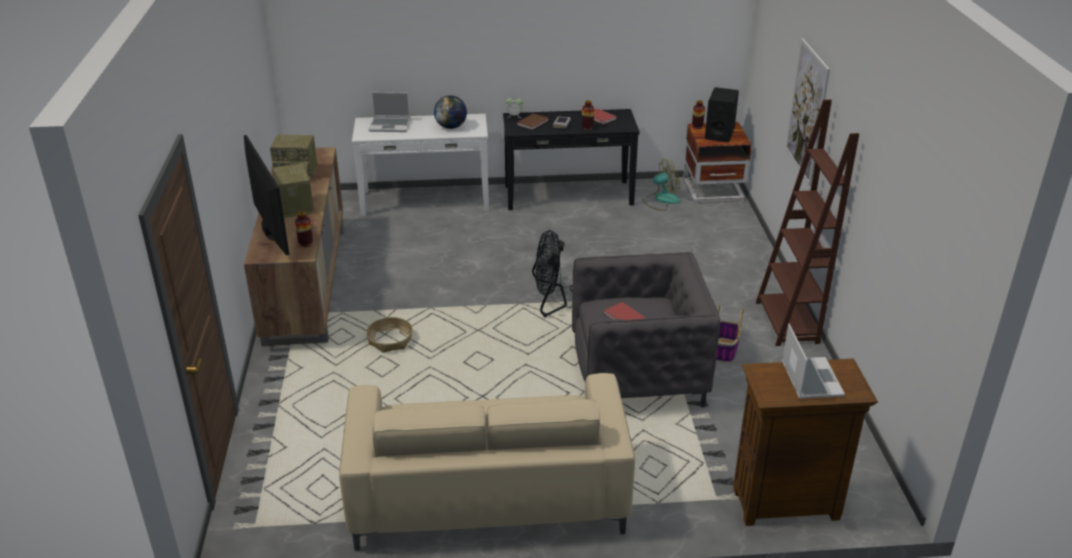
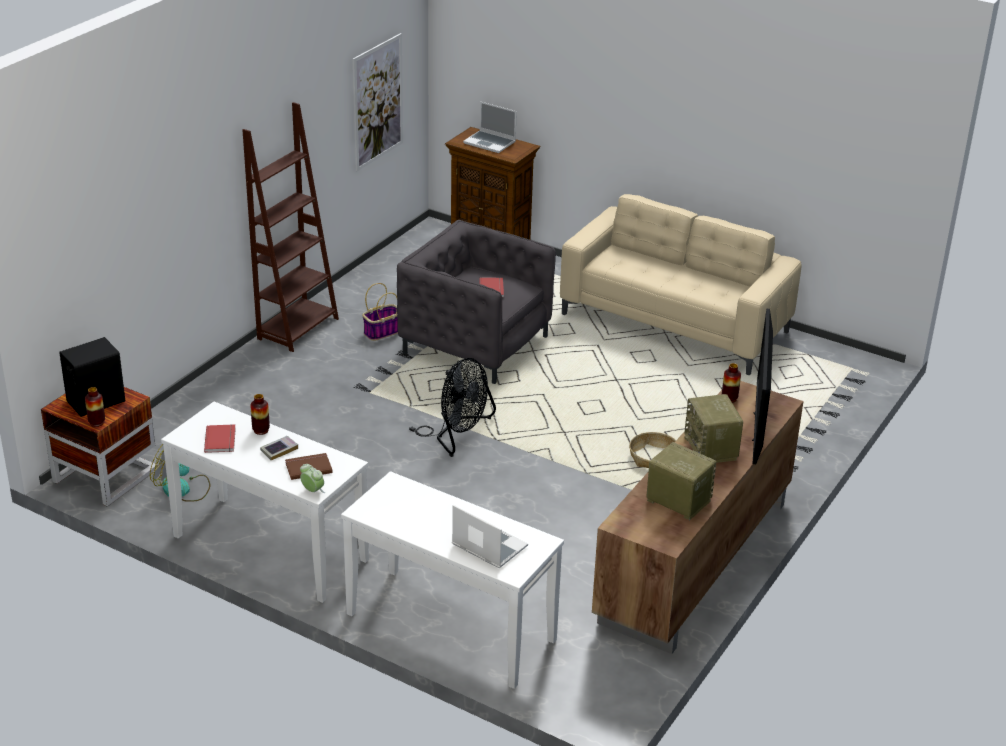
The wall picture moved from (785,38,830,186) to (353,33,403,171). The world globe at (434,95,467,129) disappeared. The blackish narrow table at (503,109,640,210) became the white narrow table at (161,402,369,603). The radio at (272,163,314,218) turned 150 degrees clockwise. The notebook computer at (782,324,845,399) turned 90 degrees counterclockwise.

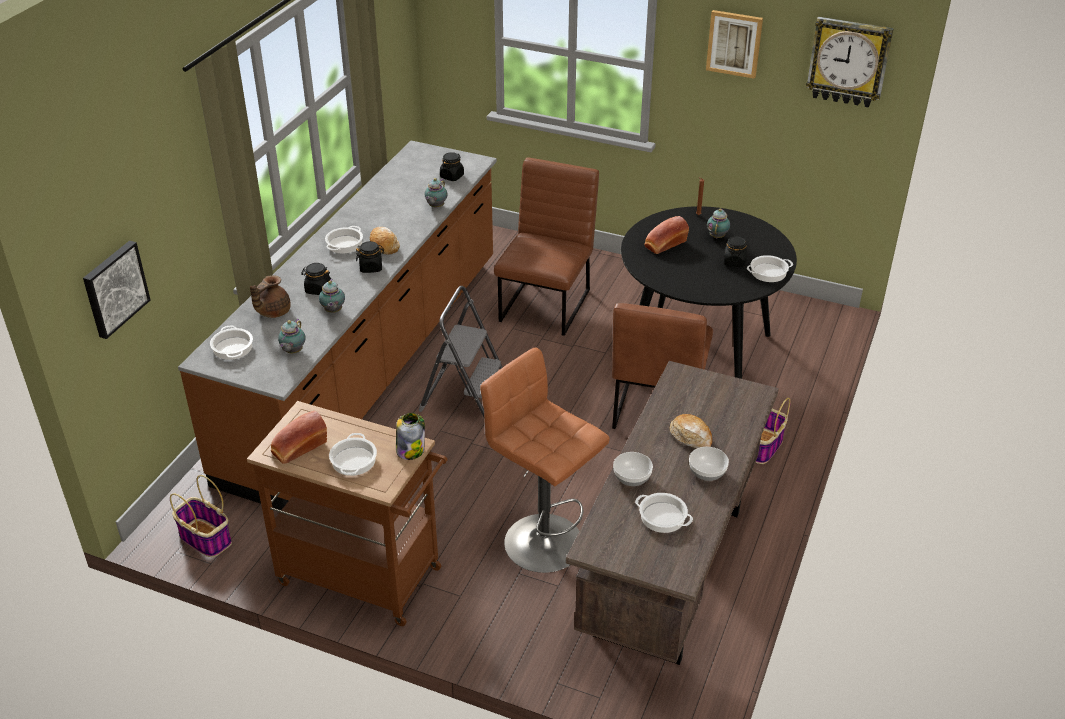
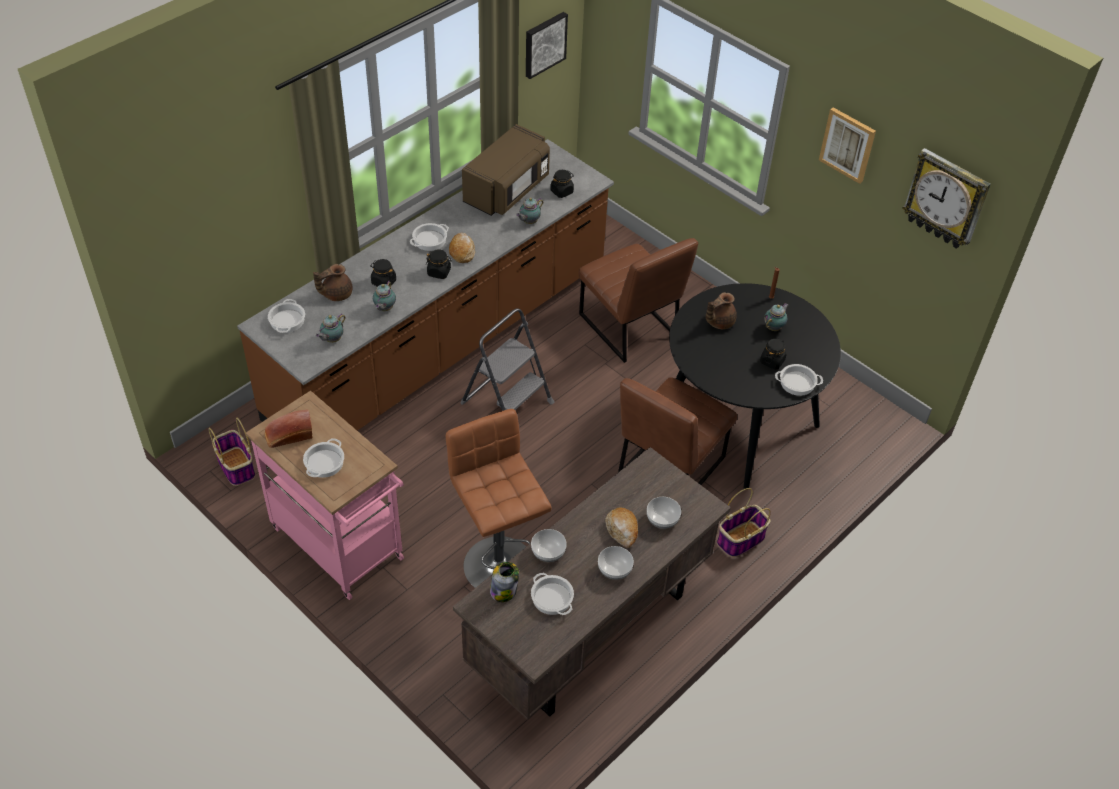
The brownish chair at (494,158,599,336) turned 105 degrees clockwise. The baked bread at (644,216,689,254) was replaced by the brownish teapot at (706,292,737,329). The wall picture moved from (83,241,150,339) to (526,12,568,79). The brownish wheeled cart at (247,401,447,626) became the pink-coloured wheeled cart at (246,391,404,600). The preserve jar moved from (396,413,425,460) to (490,562,519,602). The brownish microwave oven at (462,124,550,216) appeared. The bowl at (647,497,681,529) appeared.

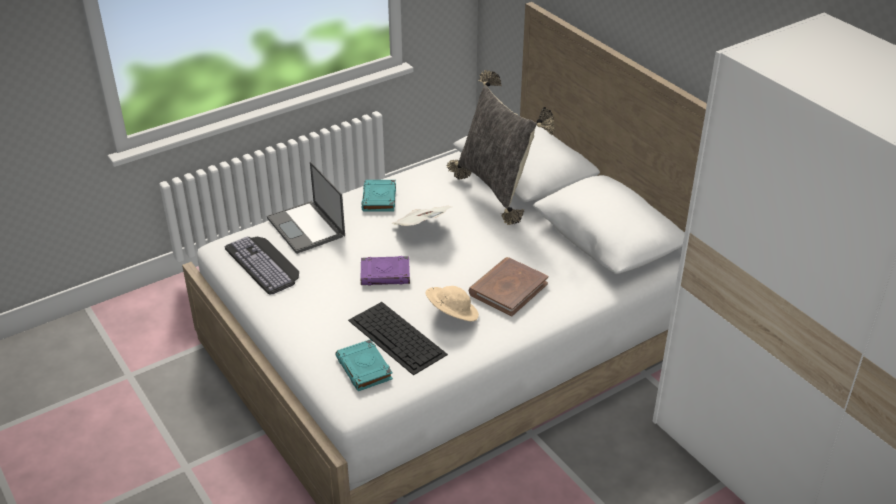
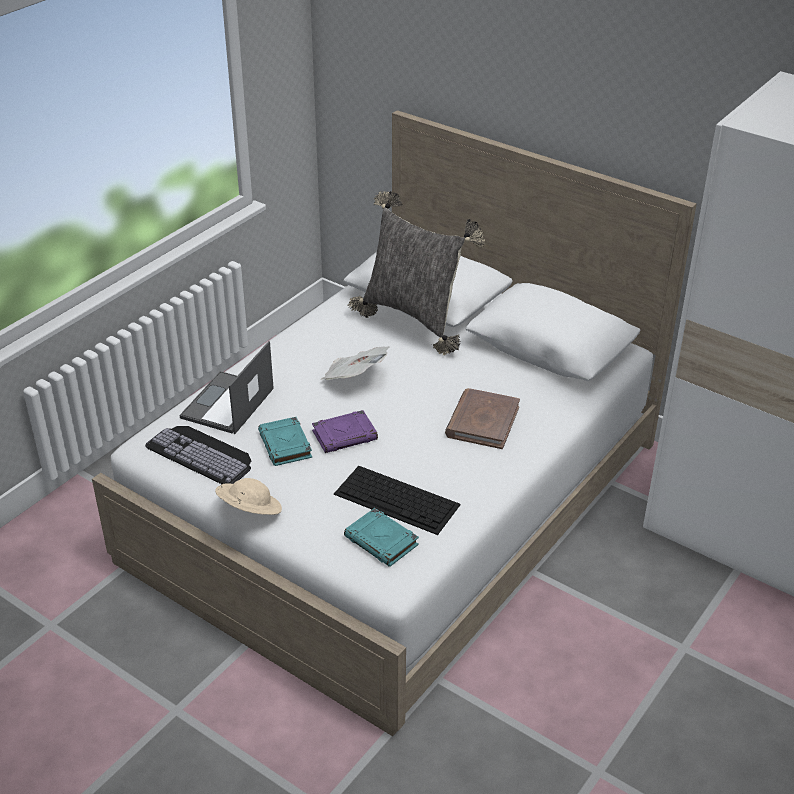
The notebook computer at (267,161,345,254) turned 75 degrees clockwise. The blue-green bound book moved from (362,180,396,211) to (258,417,312,466). The beige hat moved from (425,286,479,321) to (215,478,282,515).

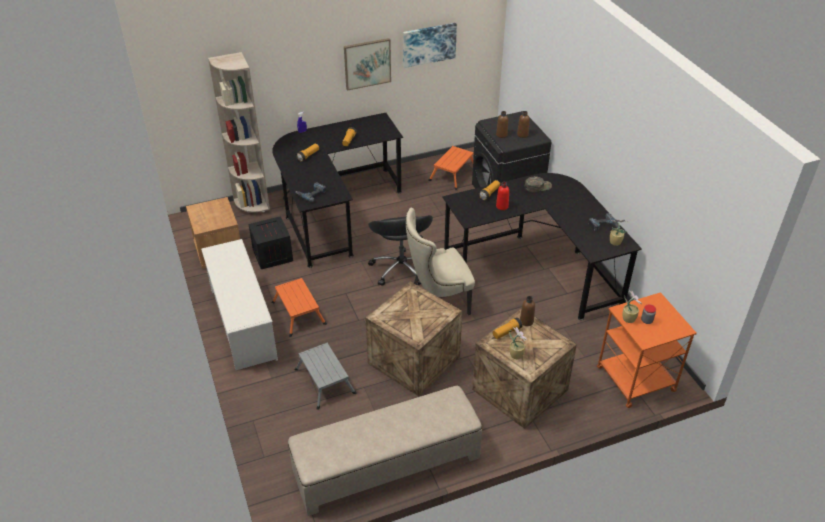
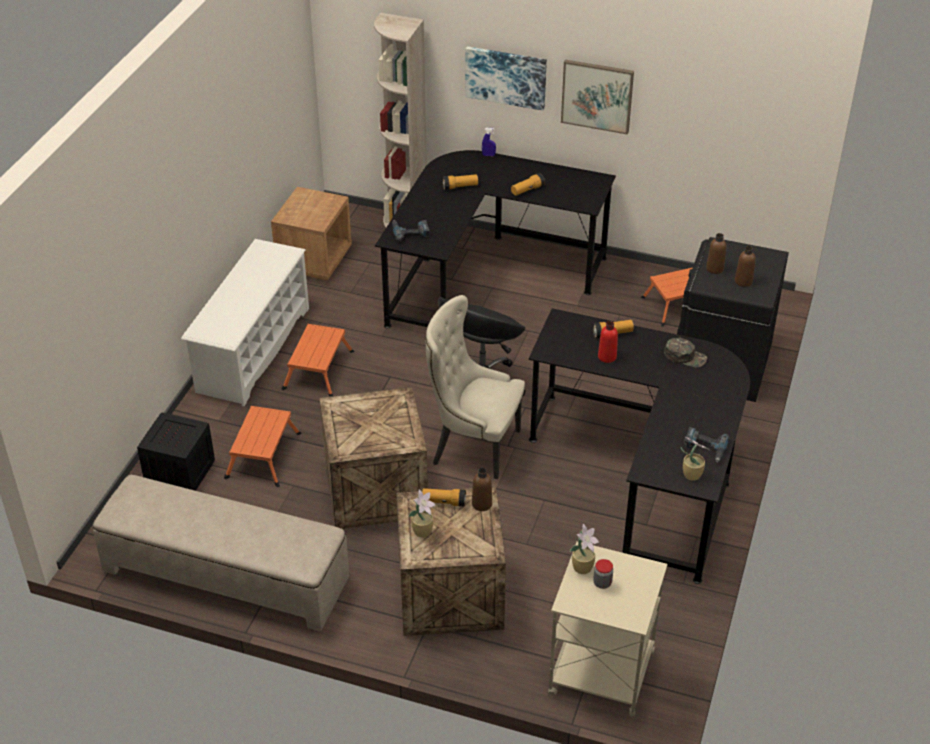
The wall picture moved from (403,23,457,68) to (465,46,547,111). The shipping crate moved from (249,216,293,269) to (137,412,215,491). The orange-coloured wheeled cart at (597,292,697,408) became the beige wheeled cart at (548,541,668,716). The greyish stepladder at (294,342,357,410) became the orange-coloured stepladder at (224,406,302,487).

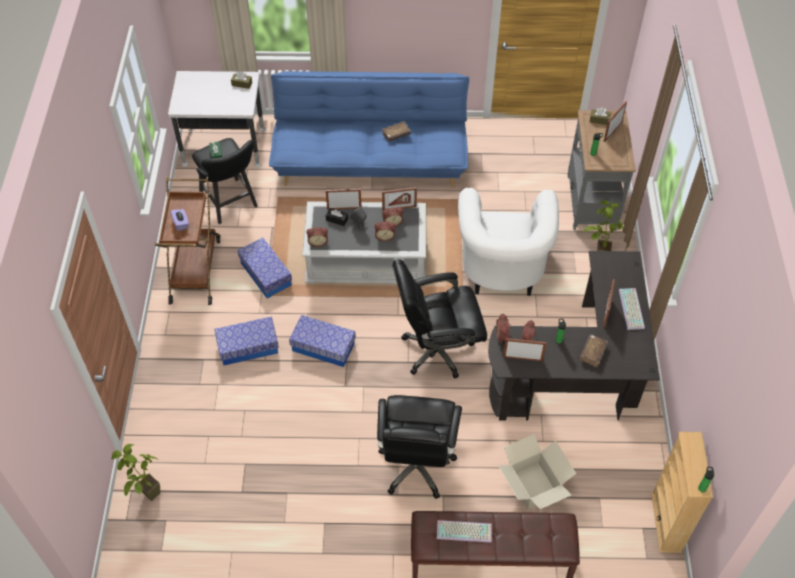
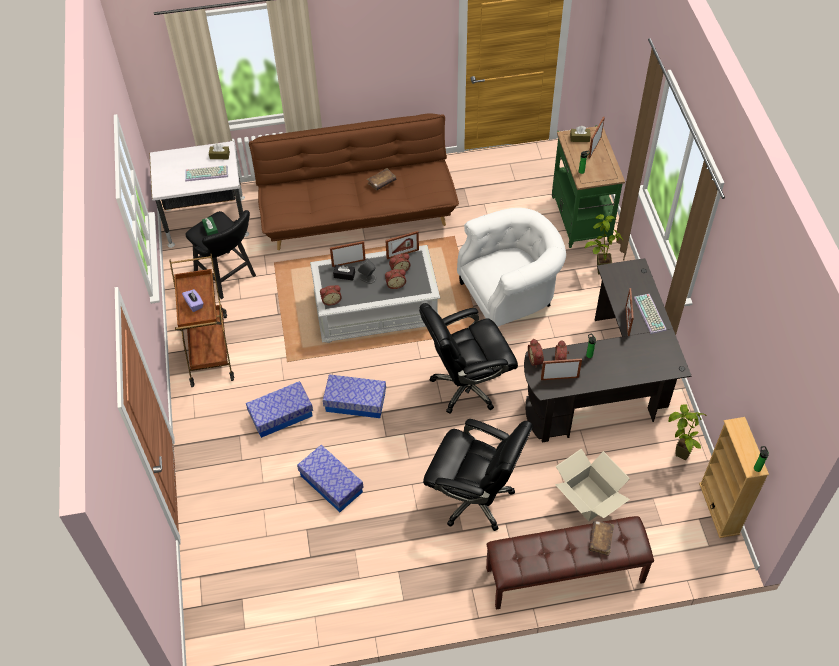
The blue-coloured settee at (269,71,469,188) became the brownish settee at (249,113,459,250). The greyish wheeled cart at (568,109,636,230) became the green-coloured wheeled cart at (552,125,625,248). The white armchair at (458,188,559,296) turned 105 degrees counterclockwise. The storage container moved from (238,238,292,299) to (297,445,364,512). The brownish bound book moved from (579,334,608,368) to (589,520,614,556). The blackish desk chair at (377,395,462,499) turned 60 degrees counterclockwise. The plant in a pot moved from (112,444,160,501) to (669,404,706,460). The computer keyboard moved from (437,520,492,543) to (185,165,228,182).

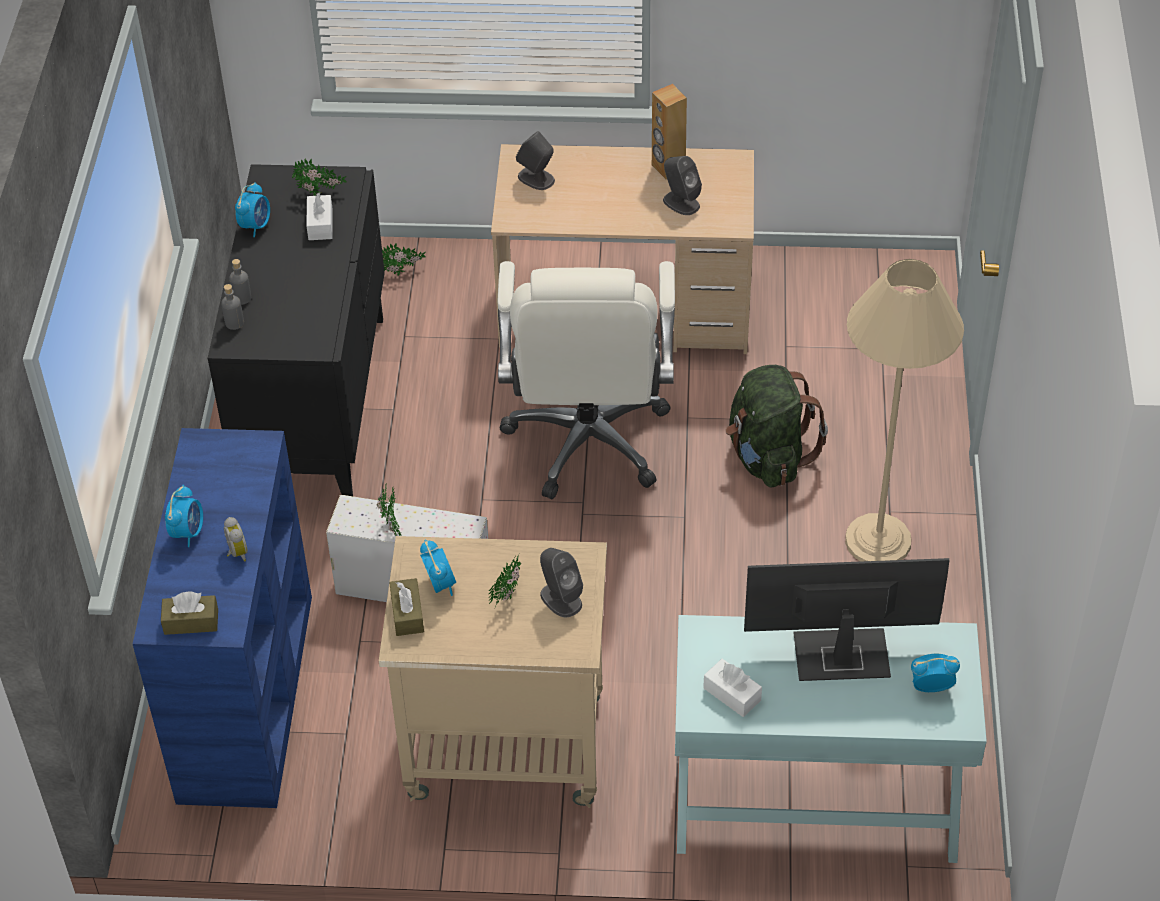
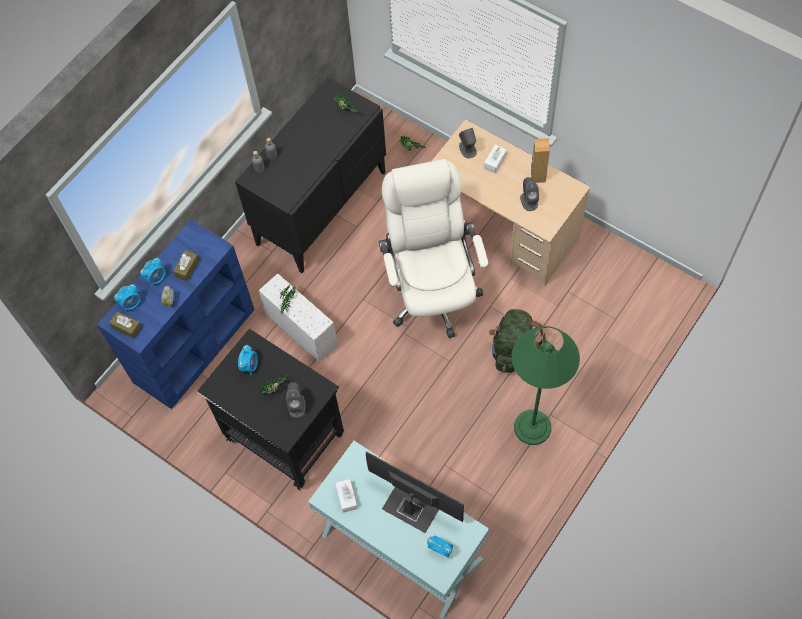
The bedside clock moved from (235,182,270,237) to (114,284,141,312). The white box of tissues moved from (306,193,333,240) to (484,145,507,173). The beige floor lamp at (845,259,964,562) became the green-coloured floor lamp at (511,326,580,445). The white desk chair at (498,261,675,499) turned 135 degrees clockwise. The beige wheeled cart at (379,536,607,808) became the blackish wheeled cart at (197,329,344,490). The brownish box of tissues moved from (389,578,424,636) to (173,250,199,281).

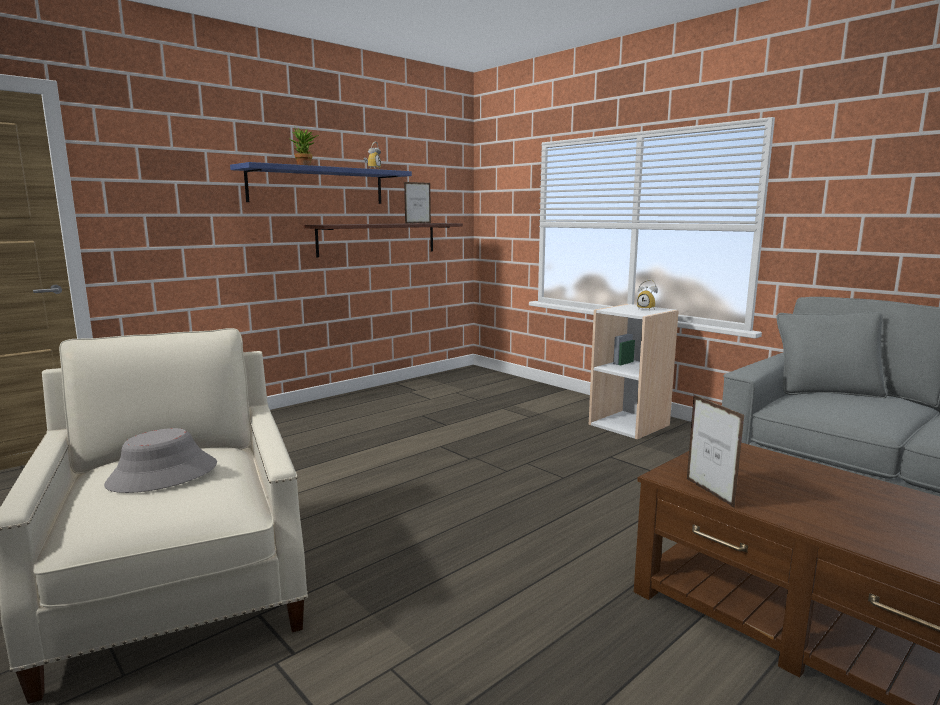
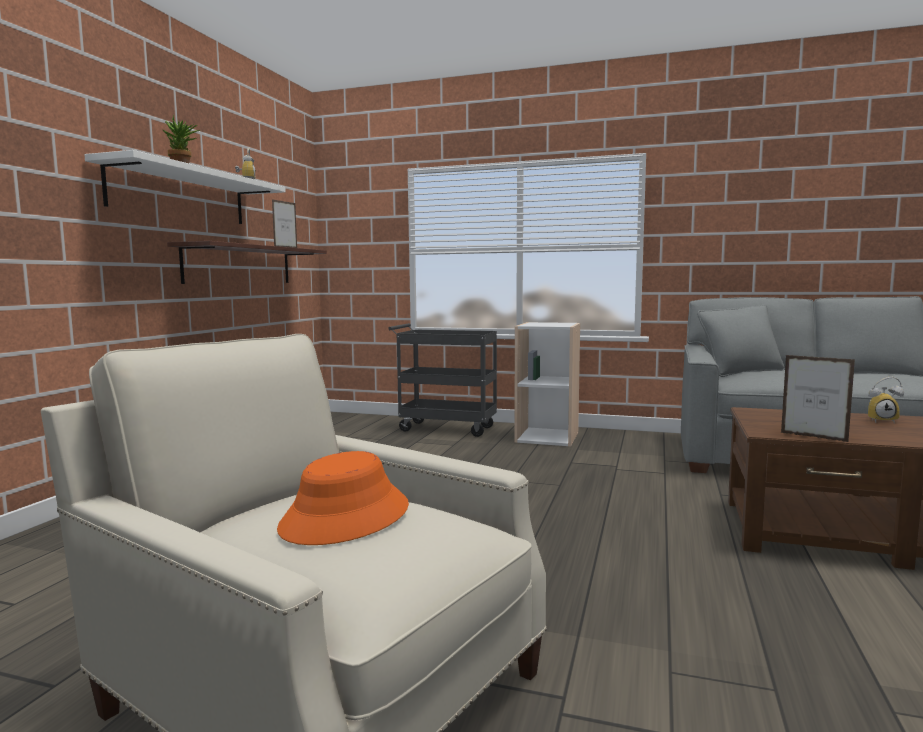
The blue-coloured shelf at (230,162,412,204) became the white shelf at (84,150,286,224). The bedside clock moved from (637,280,658,311) to (868,377,904,423). The greyish hat at (104,428,217,493) became the orange-coloured hat at (277,451,409,545). The greyish wheeled cart at (388,323,497,437) appeared.

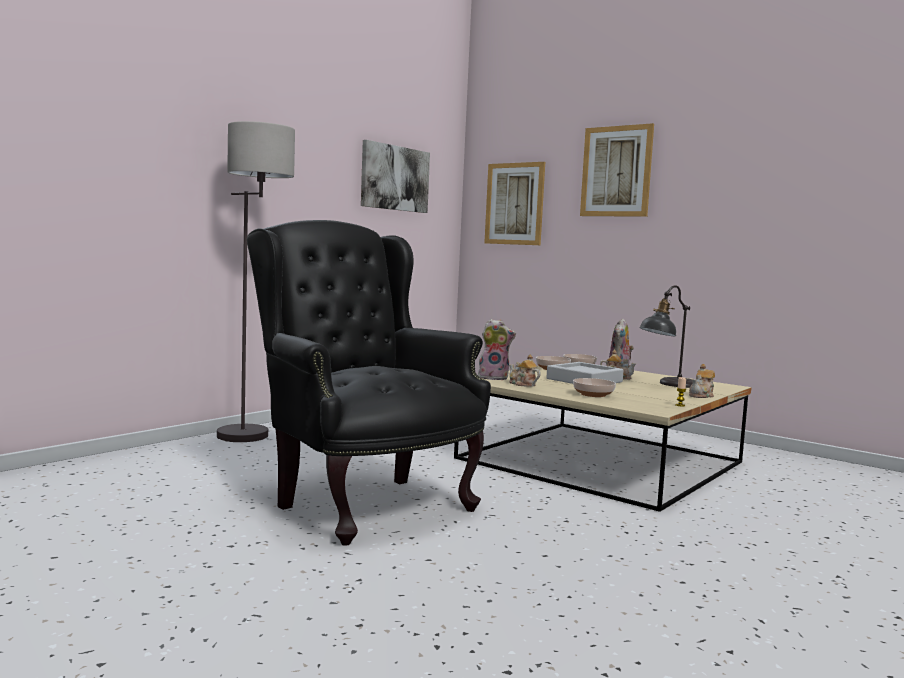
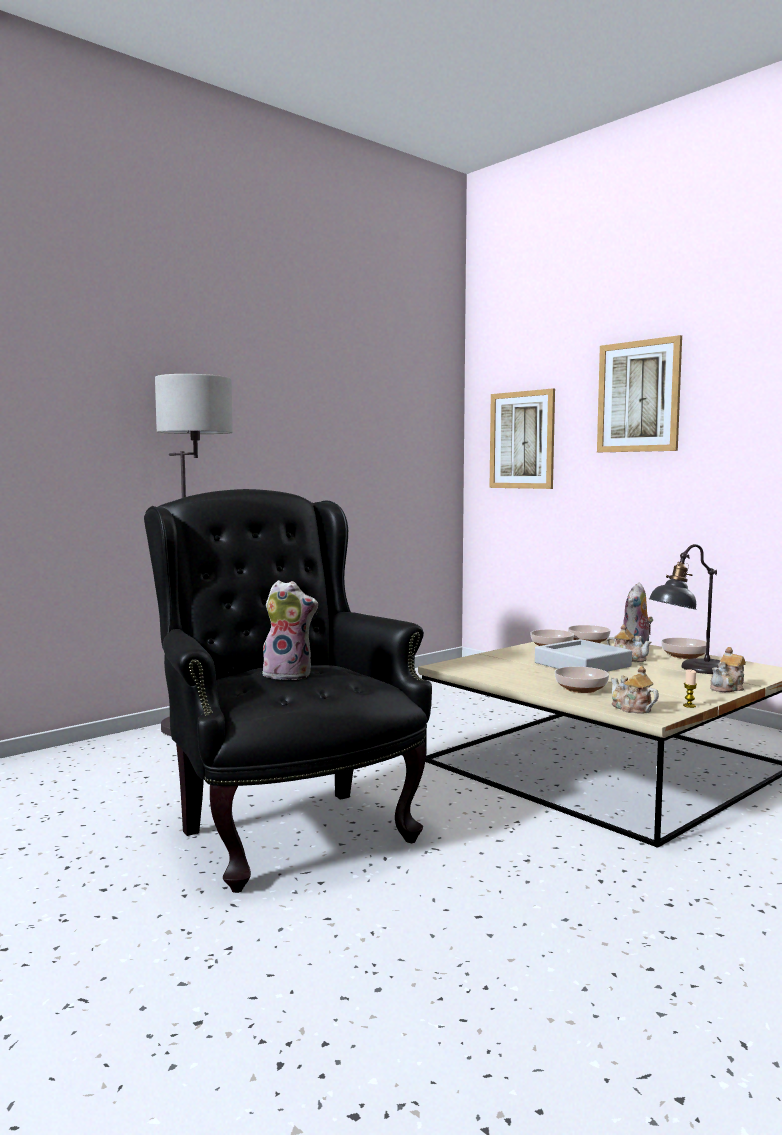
The wall picture at (361,140,430,213) disappeared. The soft toy moved from (478,319,516,380) to (262,580,318,680). The teapot moved from (509,354,541,387) to (611,666,659,713). The bowl at (661,638,706,659) appeared.

